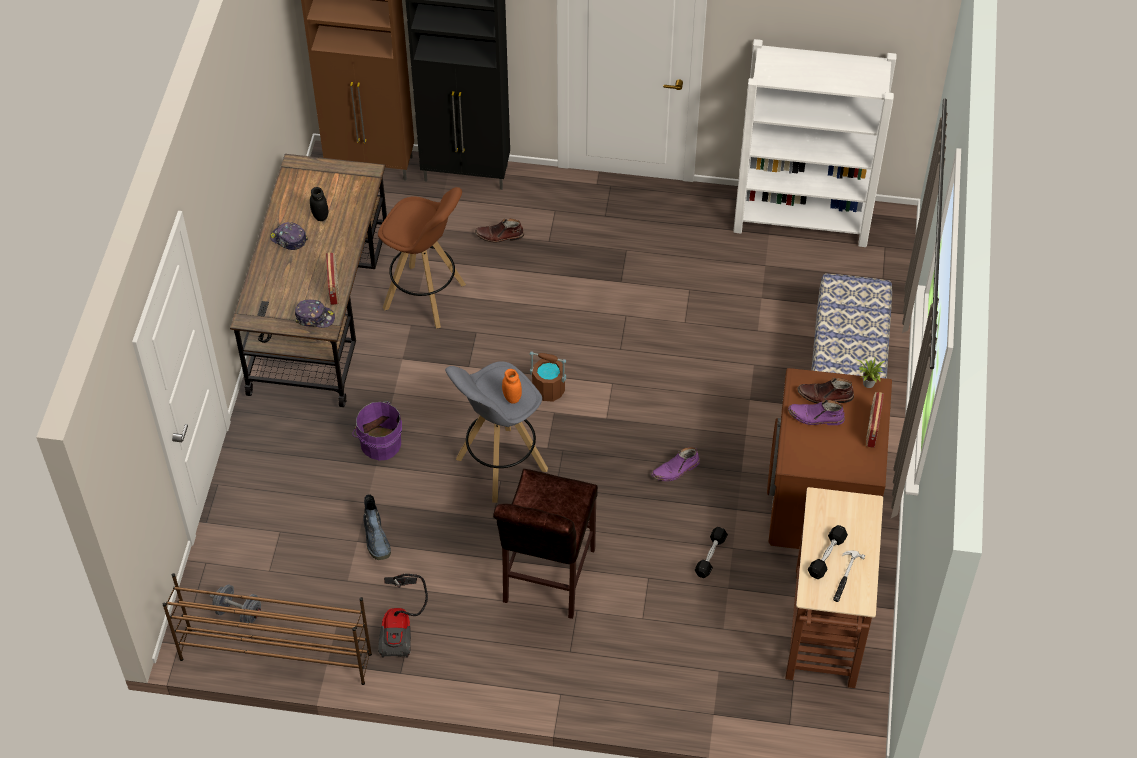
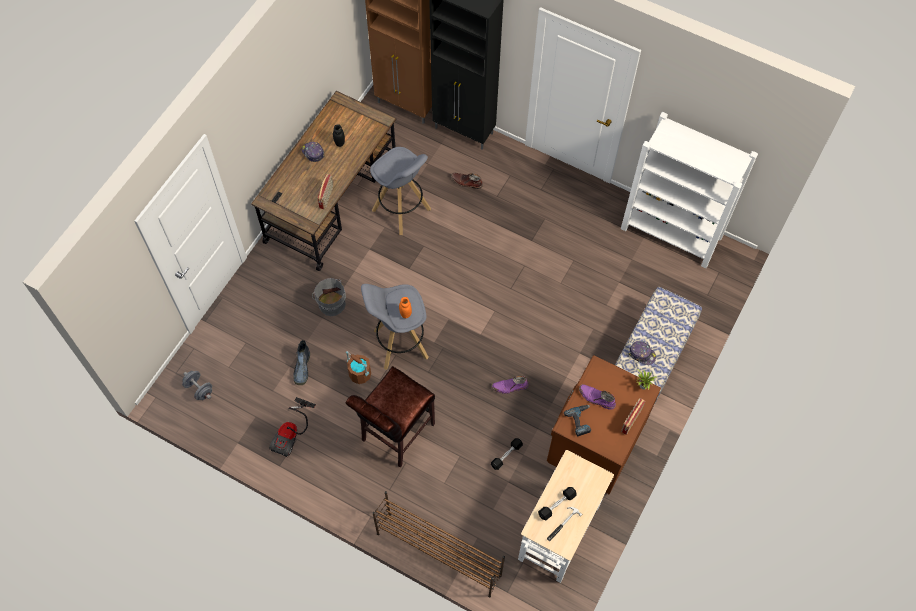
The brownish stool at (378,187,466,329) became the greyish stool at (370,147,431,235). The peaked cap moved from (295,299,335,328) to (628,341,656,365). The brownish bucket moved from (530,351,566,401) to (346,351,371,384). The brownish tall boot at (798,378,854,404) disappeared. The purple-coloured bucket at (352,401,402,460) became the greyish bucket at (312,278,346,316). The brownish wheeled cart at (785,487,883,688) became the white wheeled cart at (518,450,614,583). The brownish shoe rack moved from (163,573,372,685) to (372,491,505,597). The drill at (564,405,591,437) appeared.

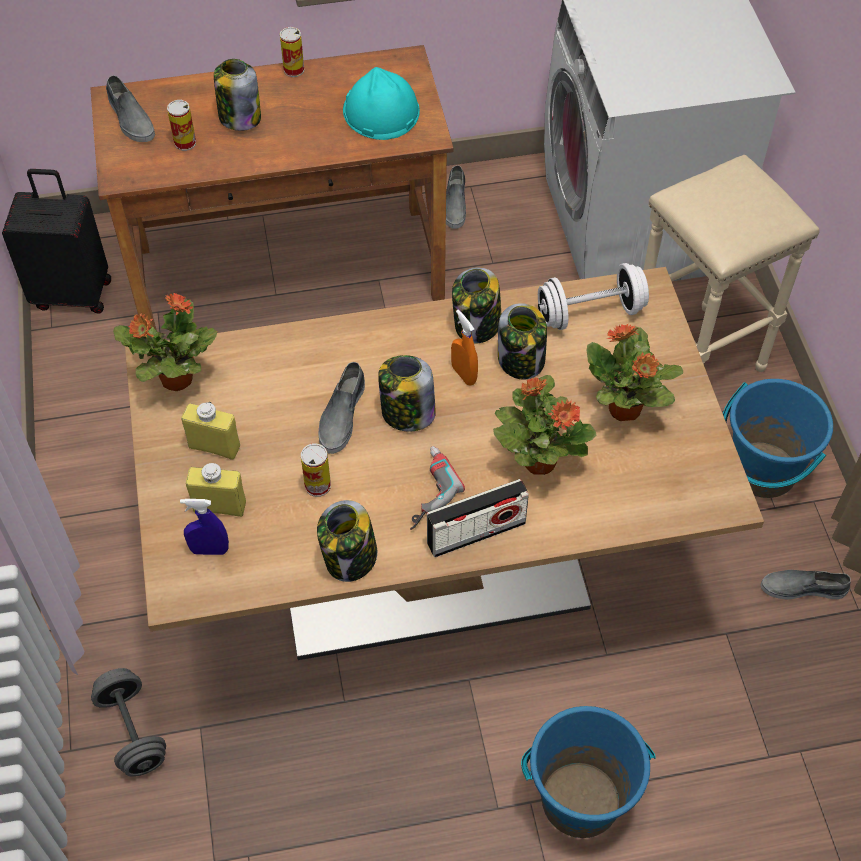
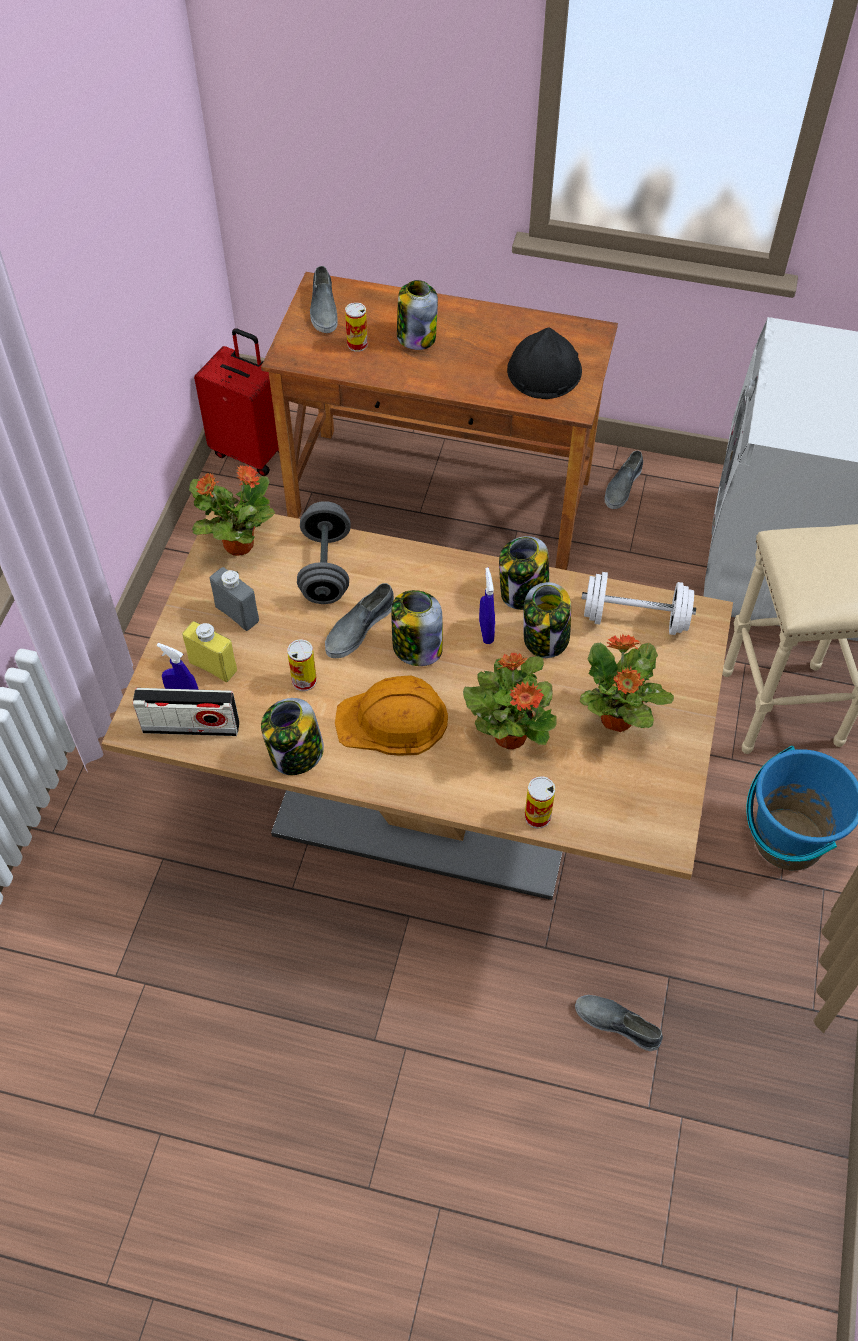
The metal can moved from (280,27,304,77) to (524,776,556,829). The blue-green work helmet at (343,67,420,140) became the blackish work helmet at (507,328,582,399). The blackish suitcase at (2,169,111,314) became the reddish suitcase at (194,328,279,476). The orange-coloured hand sprayer at (451,310,478,385) became the blue-coloured hand sprayer at (479,567,495,644). The yellow bottle at (181,402,240,460) became the greyish bottle at (210,567,259,631). The drill at (410,446,465,530) was replaced by the orange-coloured work helmet at (335,675,448,756). The radio moved from (427,479,529,557) to (133,688,239,736). The greyish low shoe moved from (760,570,851,600) to (575,995,663,1051). The greyish dumbbell moved from (91,668,166,777) to (297,501,351,604). The blue-coloured bucket at (521,706,656,838) disappeared.

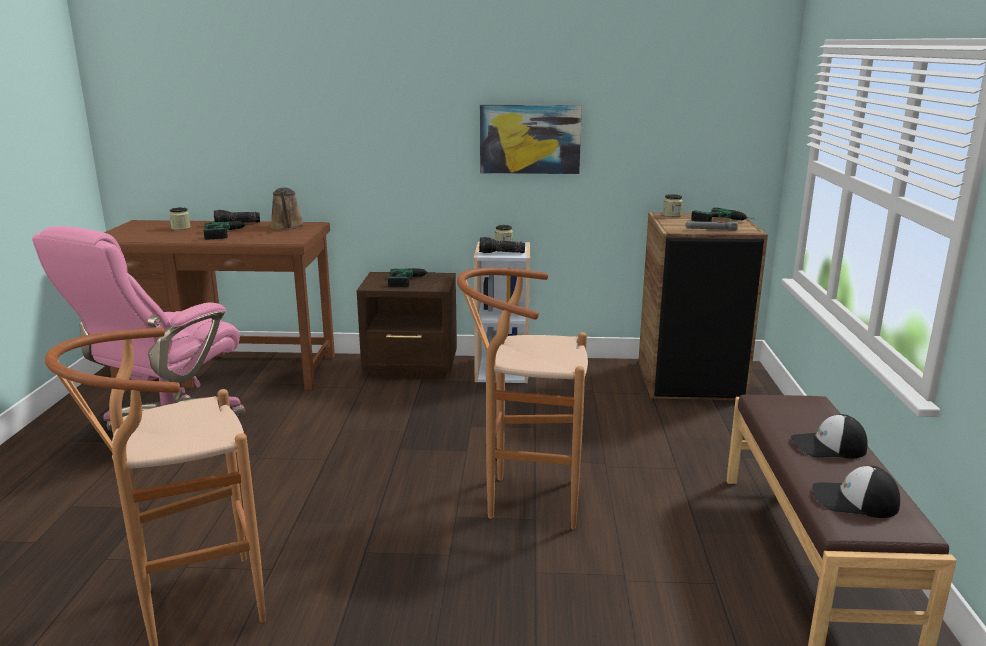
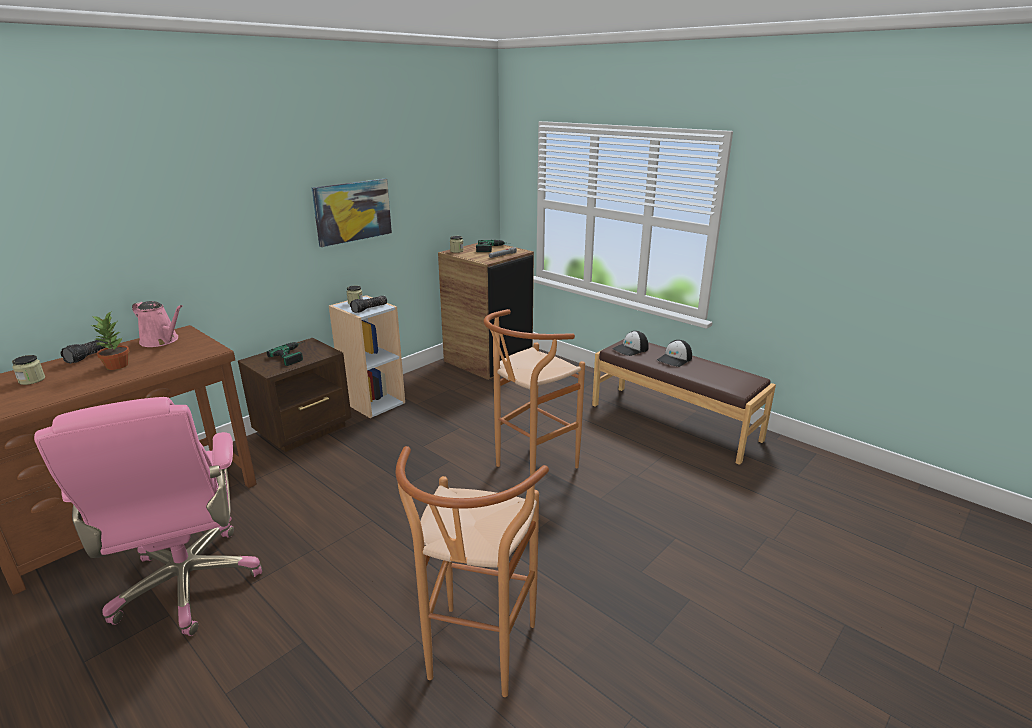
The brownish sprinkling can at (270,187,304,230) became the pink-coloured sprinkling can at (132,301,183,347). The drill at (203,221,254,240) was replaced by the plant in a pot at (91,312,130,370). The peaked cap moved from (812,466,900,518) to (612,331,649,356).

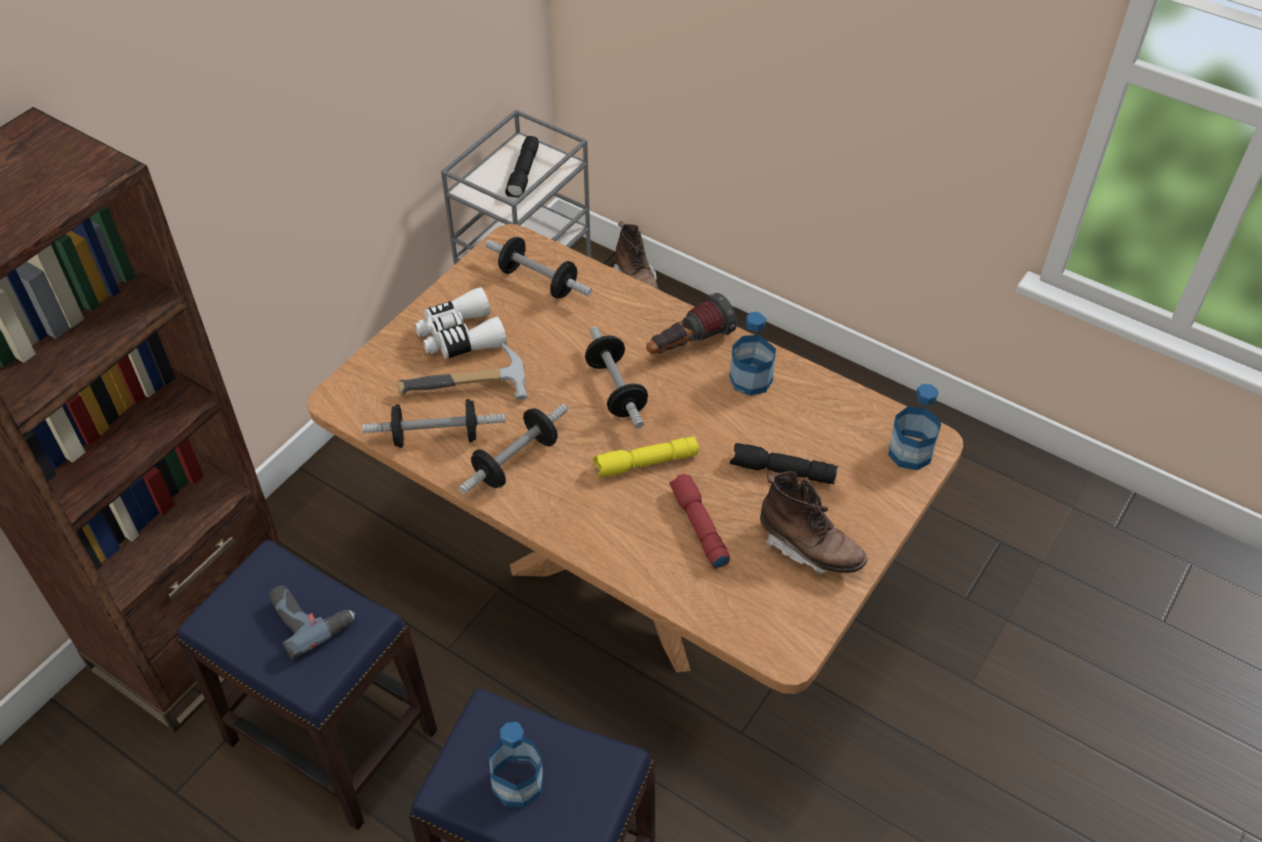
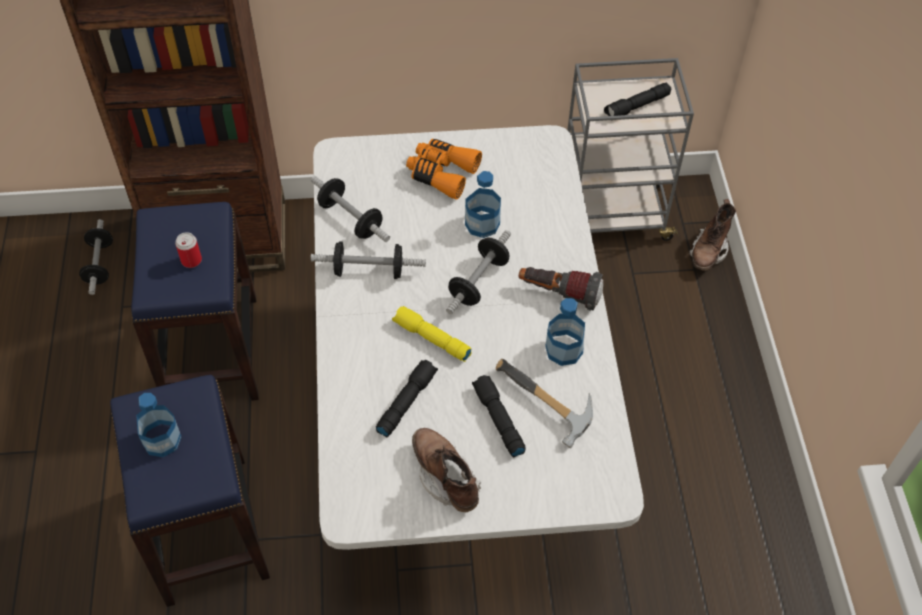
The brownish dining table at (307,224,963,694) became the white dining table at (313,125,644,550). The dumbbell moved from (485,237,592,298) to (79,219,113,295). The white pair of binoculars at (415,287,507,359) became the orange-coloured pair of binoculars at (406,139,482,200). The tool hammer moved from (397,342,527,400) to (496,359,593,448). The bottle moved from (888,384,941,470) to (465,171,501,238). The brownish tall boot at (760,471,867,574) turned 150 degrees clockwise. The reddish flashlight at (670,474,730,569) became the blackish flashlight at (376,360,438,437). The drill at (270,585,355,659) was replaced by the metal can at (175,232,202,268).

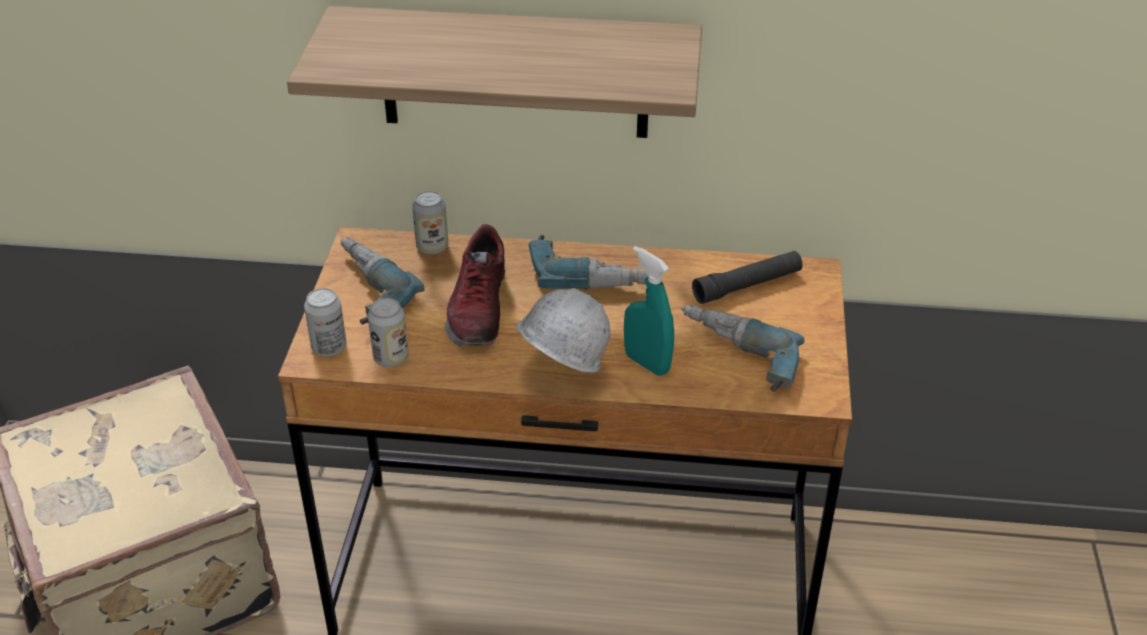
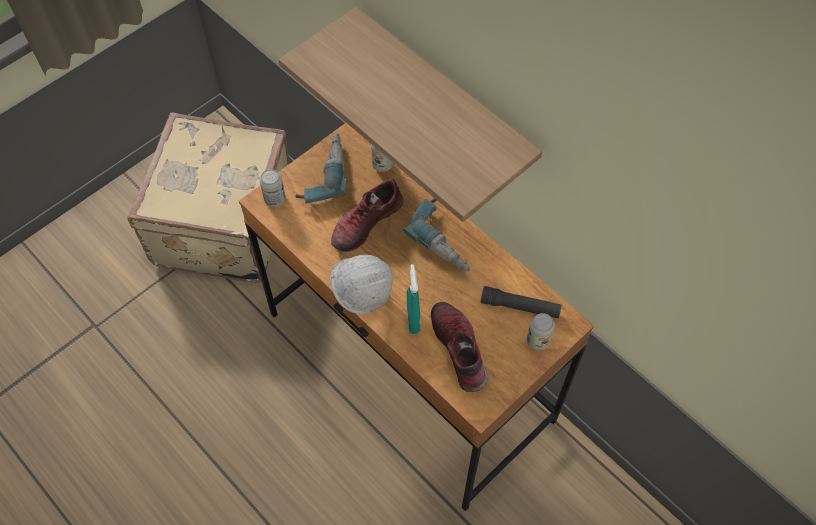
The metal can moved from (368,298,409,367) to (527,313,555,351). The drill at (681,305,804,392) was replaced by the low shoe at (431,302,489,392).

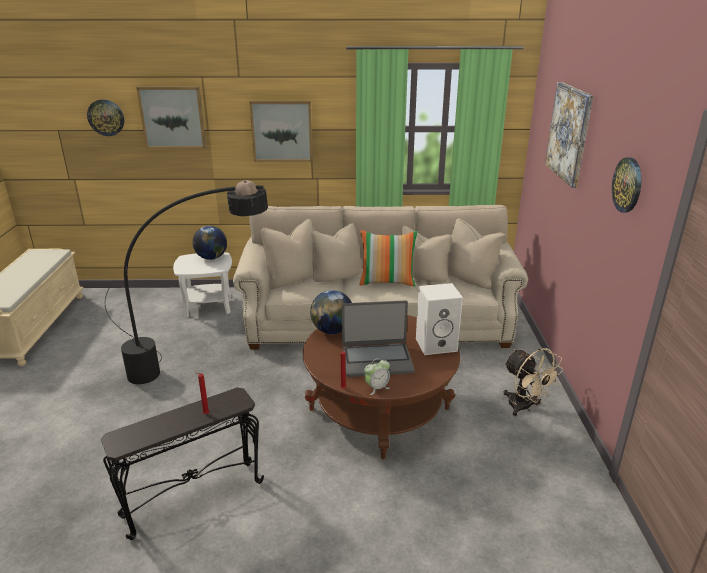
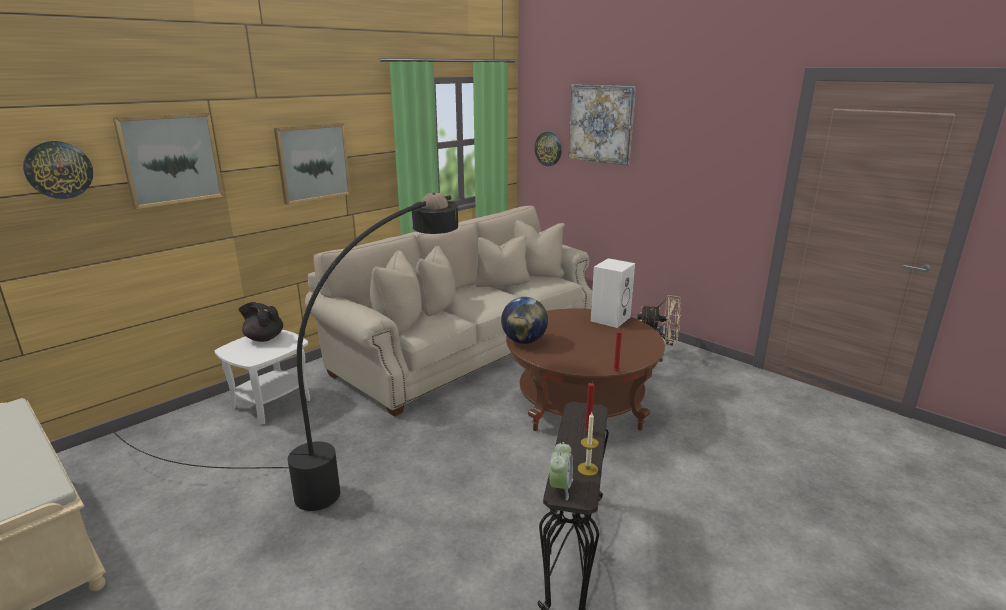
The wall clock moved from (612,158,641,212) to (535,132,562,166). The world globe at (193,226,227,260) was replaced by the blackish teapot at (238,302,283,342). The throw pillow at (359,230,418,287) disappeared. The notebook computer at (342,300,415,377) disappeared. The bedside clock moved from (364,358,390,395) to (549,442,573,500). The candle at (578,412,599,476) appeared.

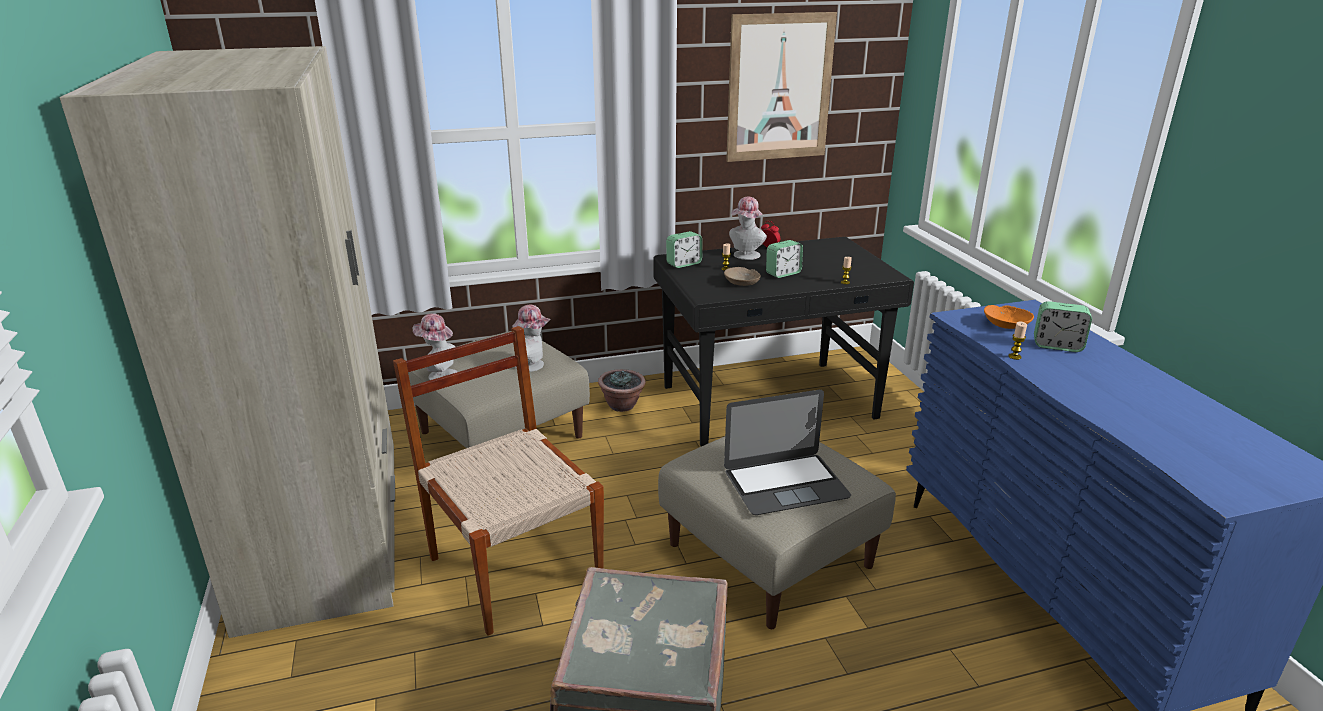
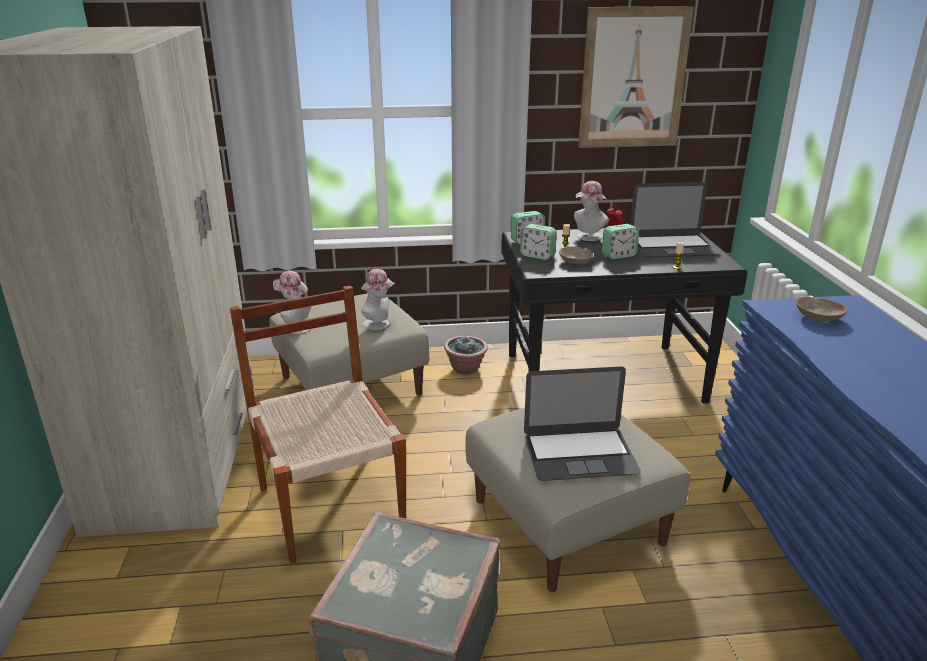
The bedside clock moved from (1034,301,1092,352) to (520,224,557,260). The orange-coloured bowl at (984,305,1034,329) became the beige bowl at (796,297,848,321). The candle at (1008,322,1027,360) disappeared. The notebook computer at (630,182,720,258) appeared.

